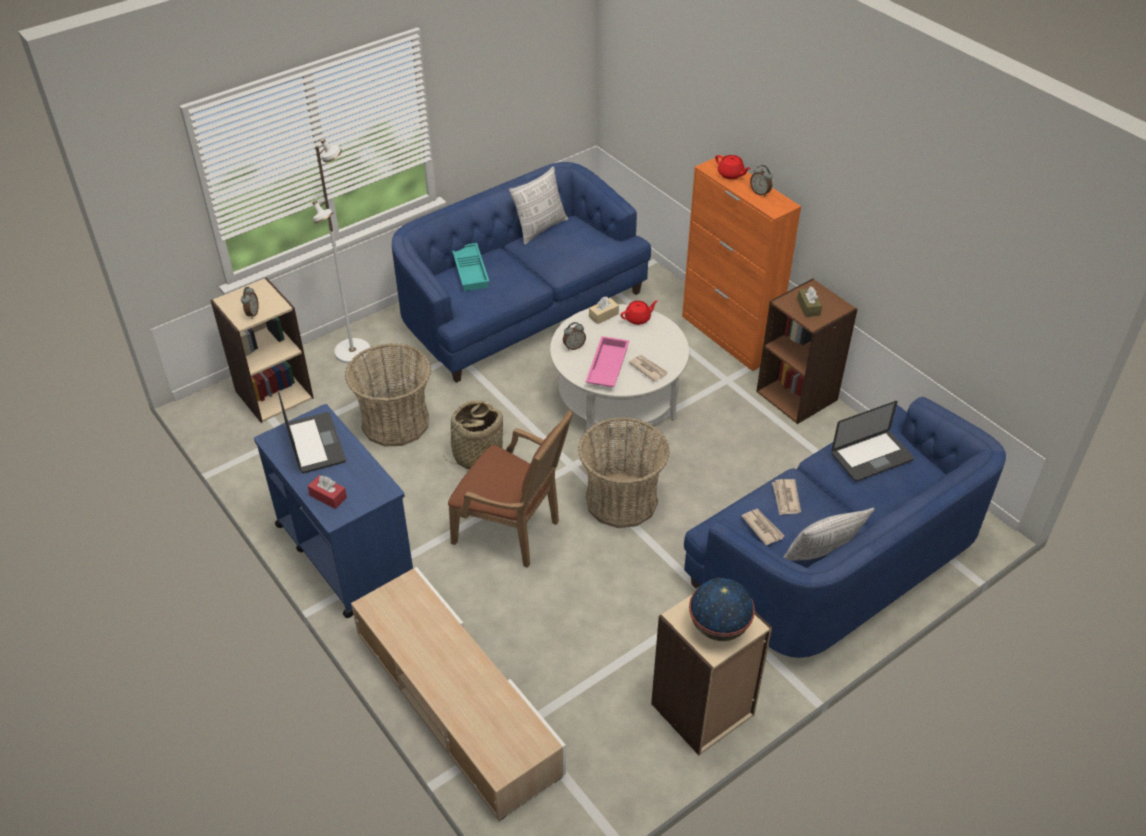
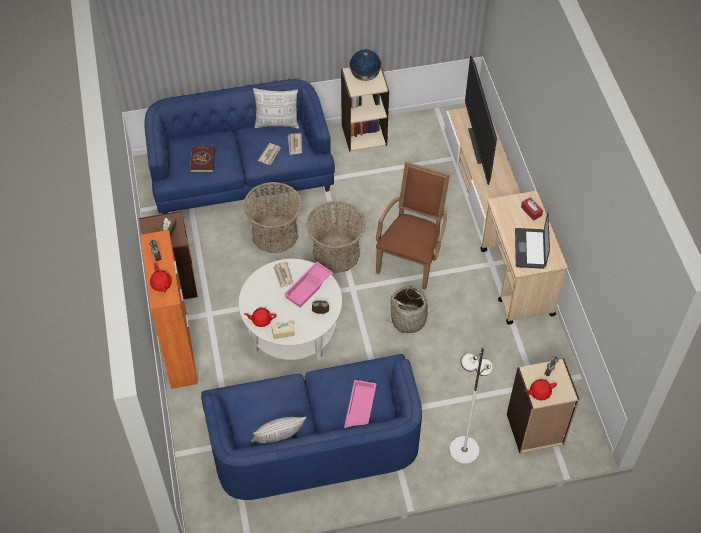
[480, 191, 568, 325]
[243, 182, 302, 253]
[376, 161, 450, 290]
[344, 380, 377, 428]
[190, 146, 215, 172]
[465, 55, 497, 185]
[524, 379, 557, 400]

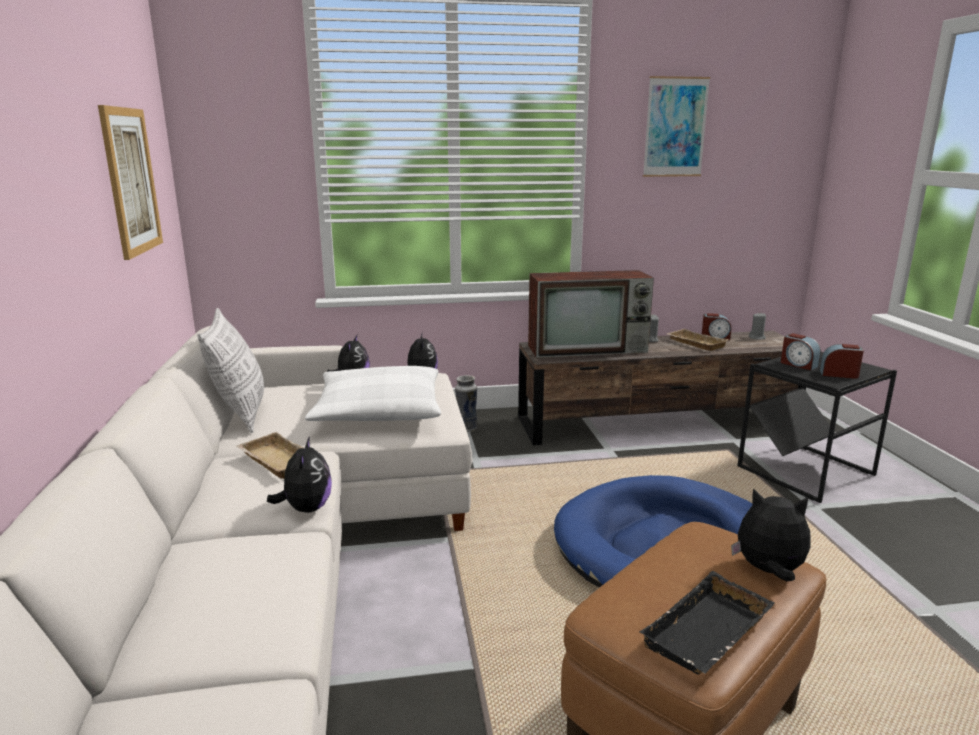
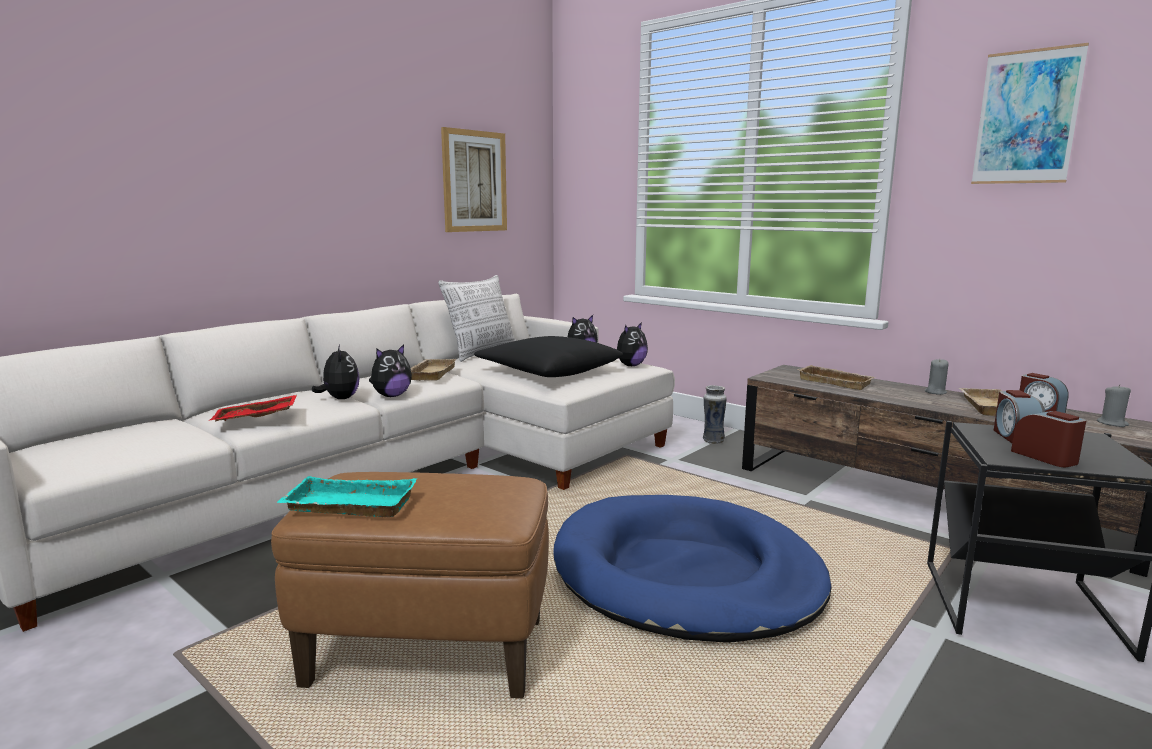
[474, 336, 623, 377]
[797, 365, 876, 390]
[277, 476, 417, 517]
[312, 345, 360, 399]
[210, 395, 297, 421]

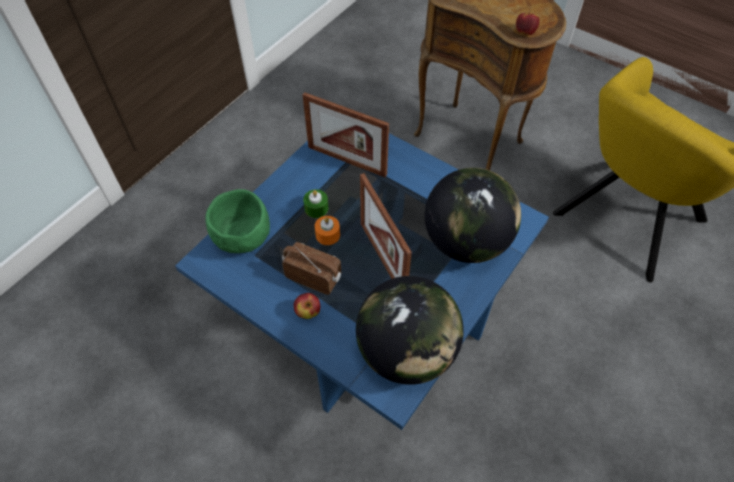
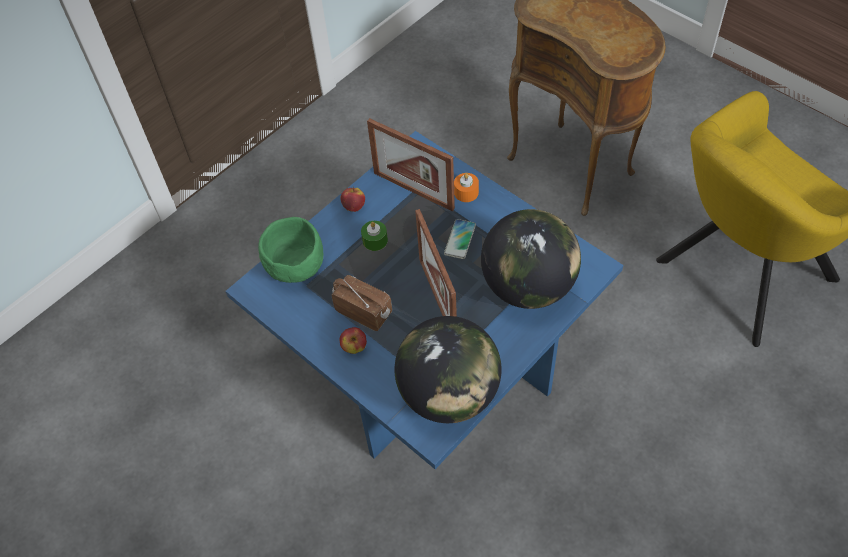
[454, 173, 479, 202]
[341, 187, 365, 212]
[444, 219, 476, 259]

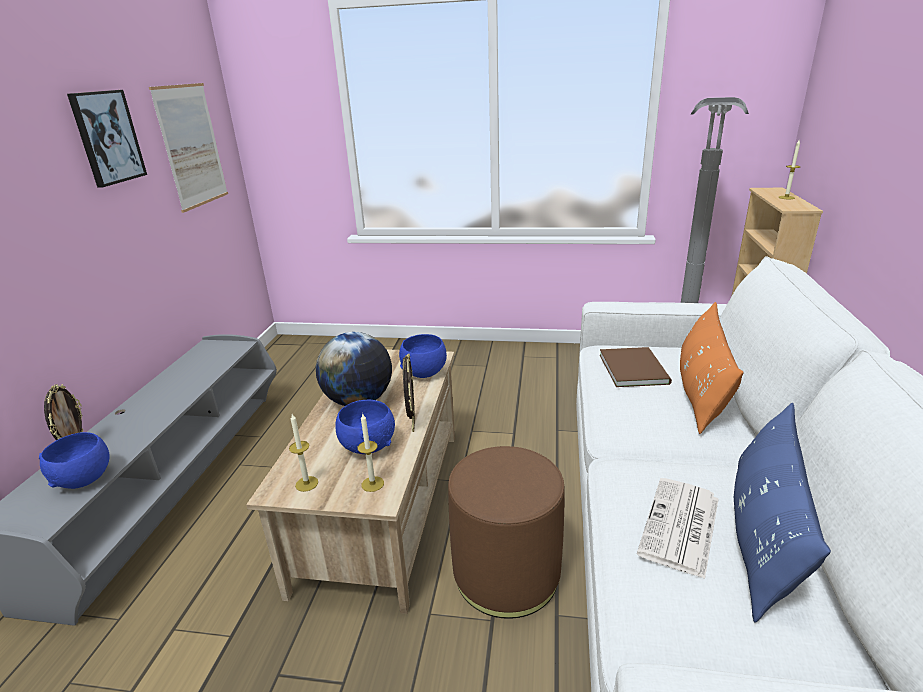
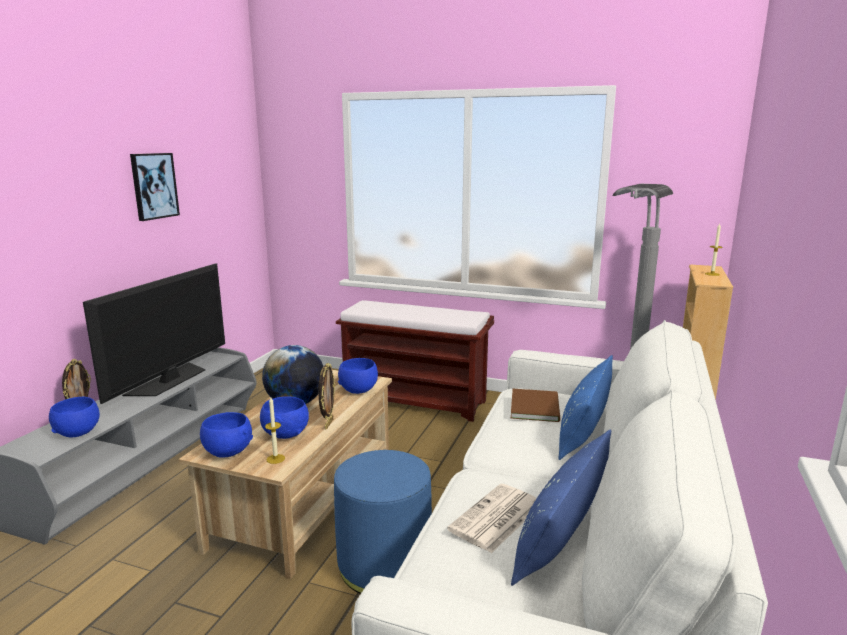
[149, 83, 228, 213] (first image)
[200, 412, 253, 458]
[334, 450, 432, 594]
[558, 355, 613, 460]
[83, 263, 225, 404]
[336, 300, 494, 422]

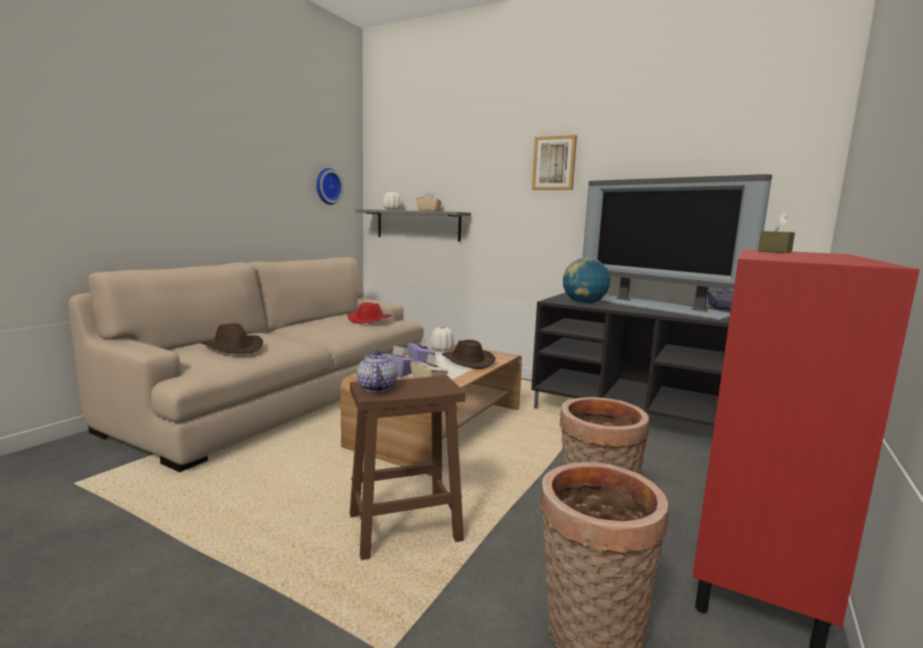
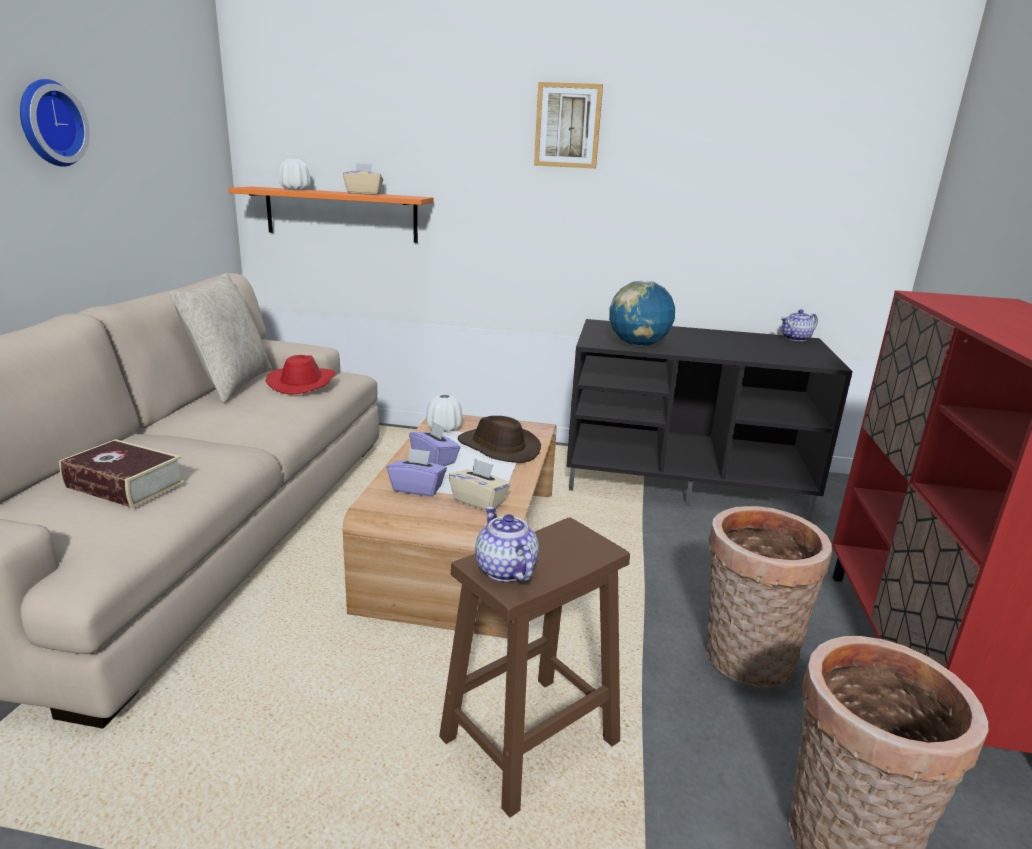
[59, 439, 185, 508]
[20, 79, 90, 167]
[228, 187, 434, 243]
[582, 174, 772, 320] (first image)
[758, 212, 795, 253] (first image)
[169, 273, 272, 403]

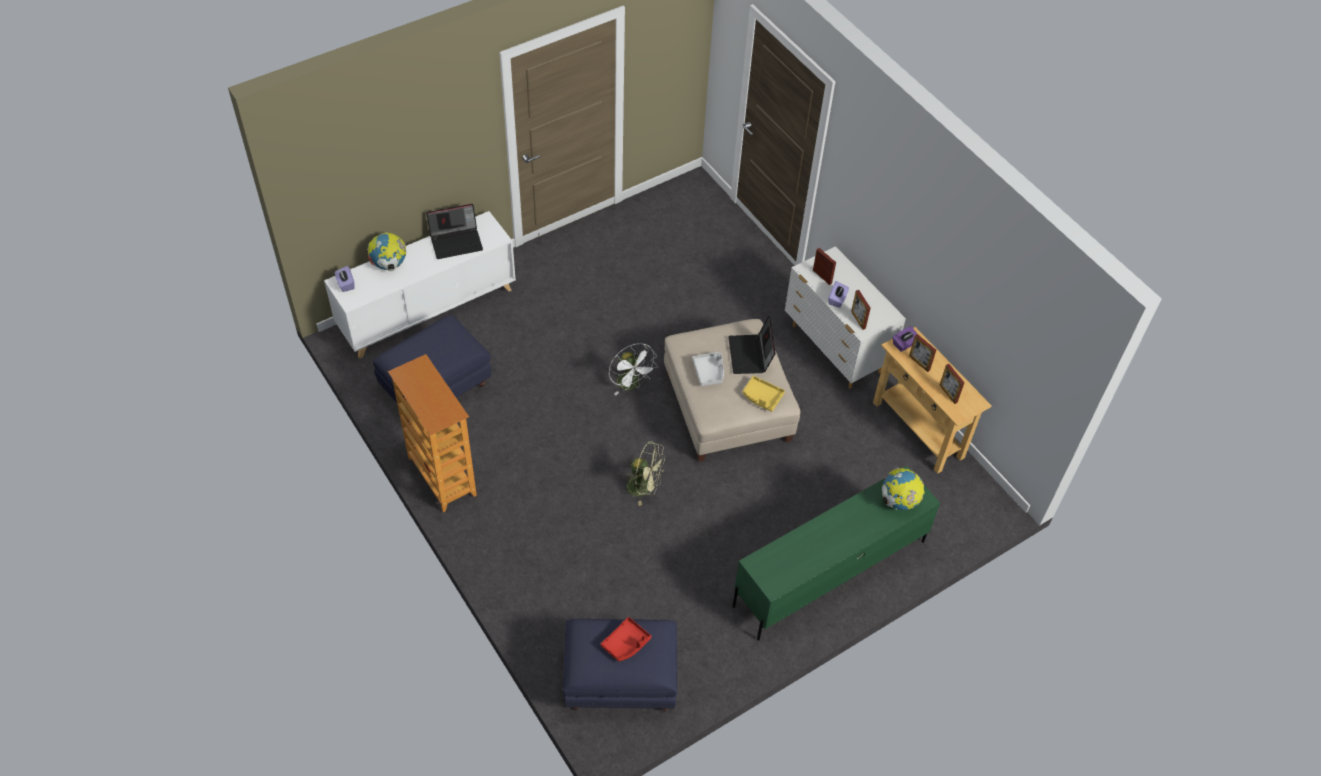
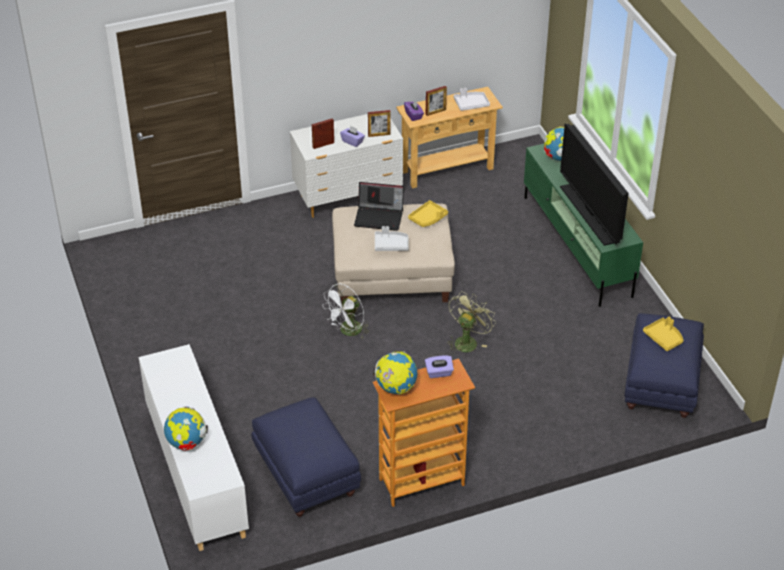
[425, 355, 454, 378]
[426, 204, 483, 259] (first image)
[643, 317, 683, 351]
[322, 283, 369, 338]
[454, 88, 490, 111]
[373, 351, 417, 395]
[560, 124, 629, 246]

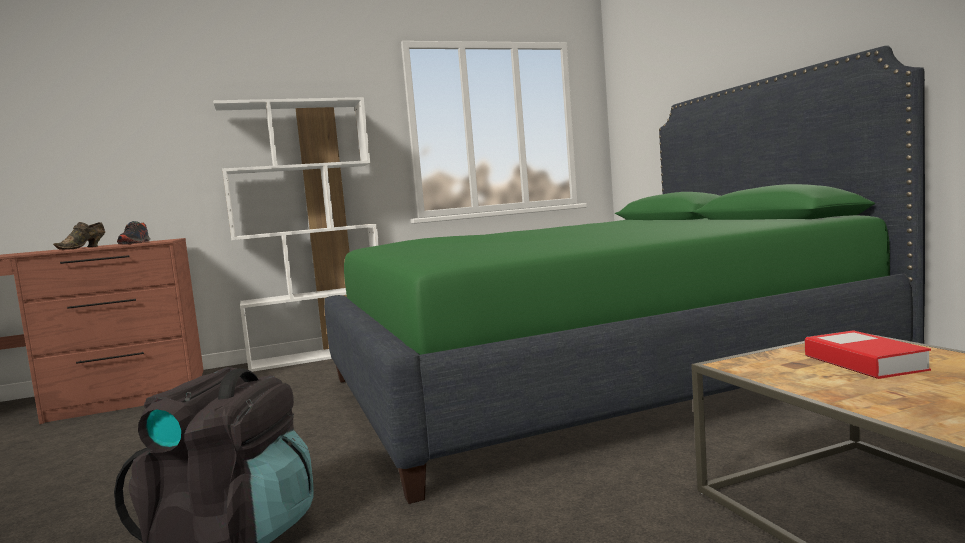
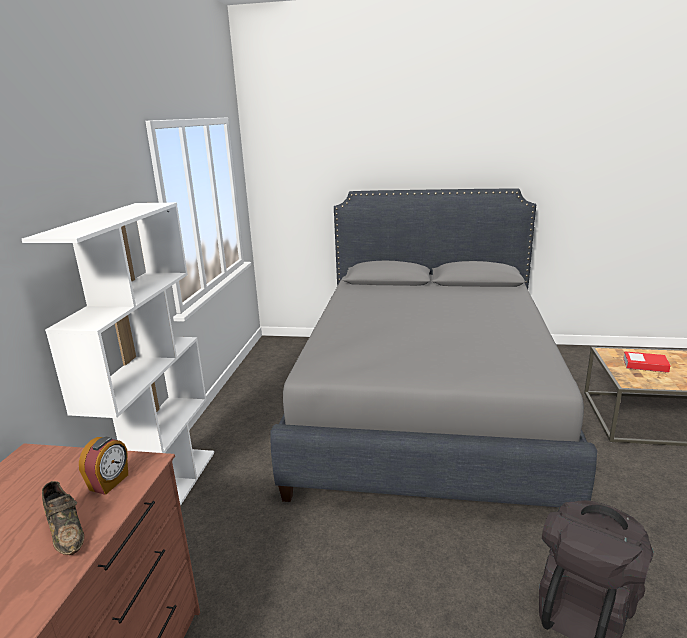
[79, 437, 128, 495]
[270, 189, 597, 507]

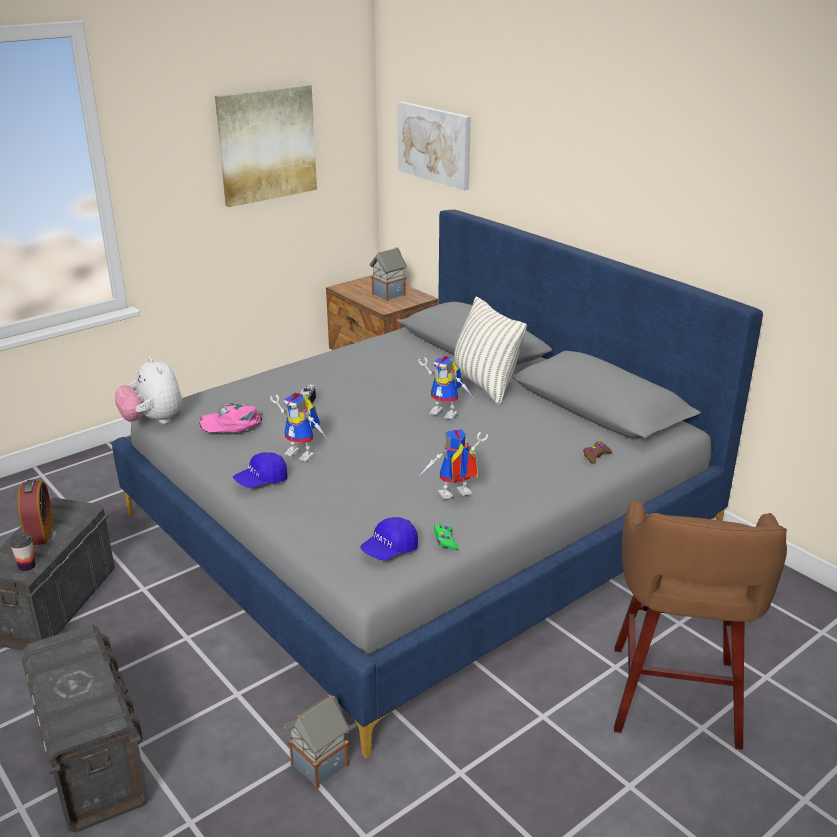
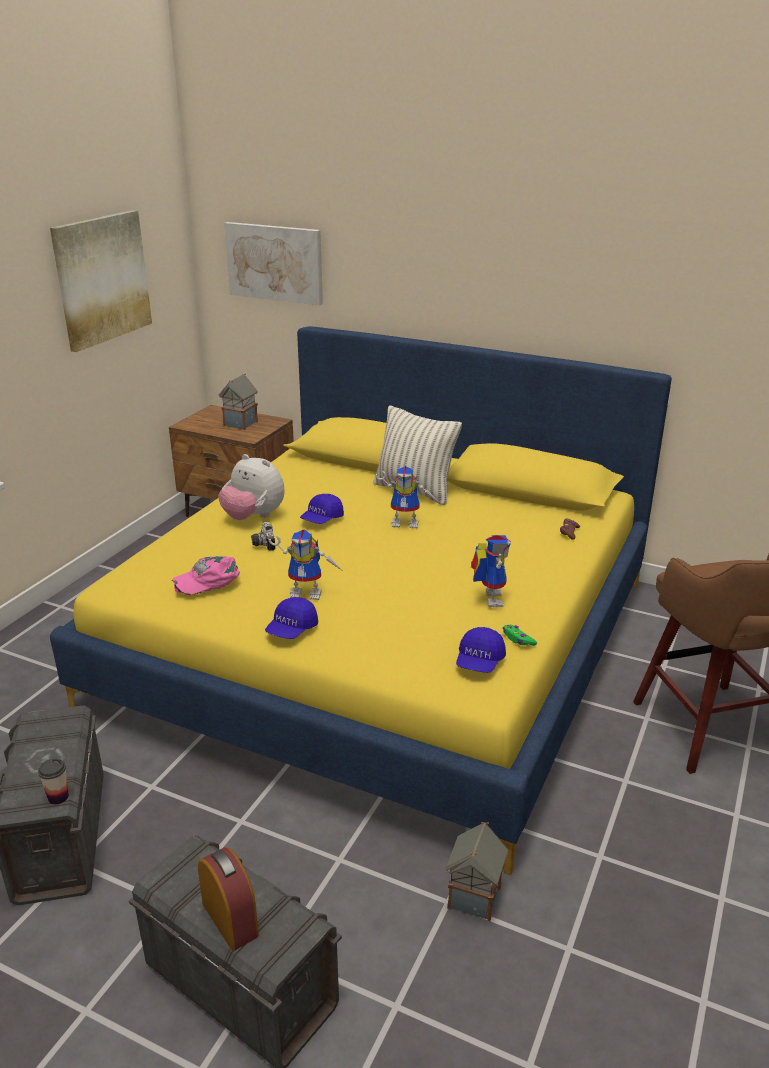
[198, 847, 259, 951]
[50, 326, 672, 875]
[219, 454, 285, 520]
[471, 535, 511, 607]
[300, 494, 344, 524]

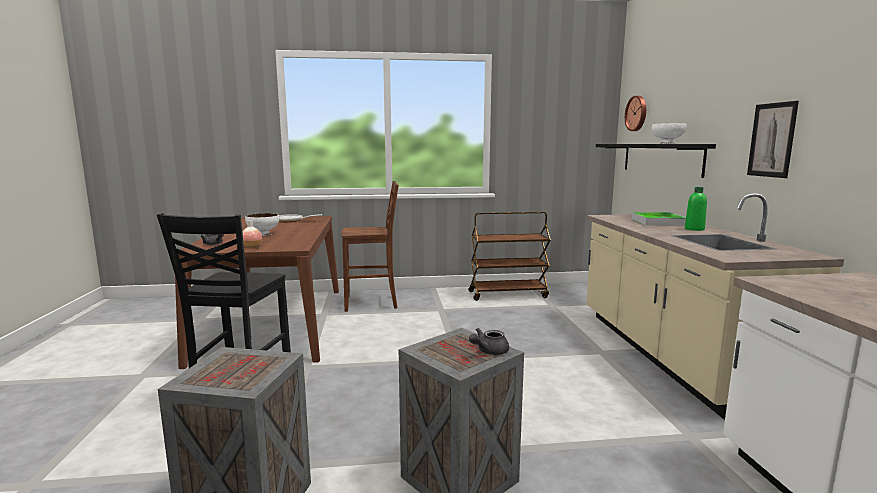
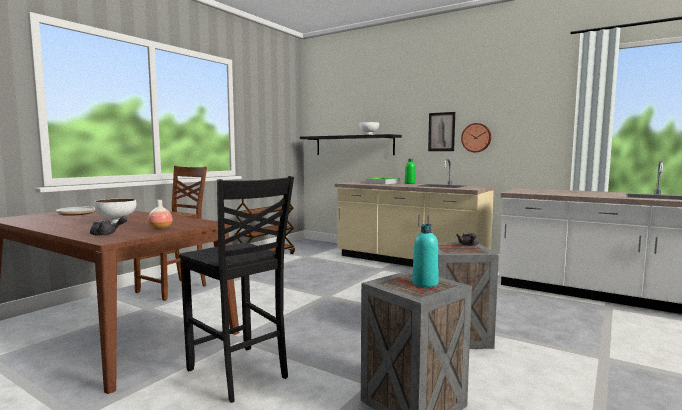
[461, 123, 491, 152]
[412, 224, 438, 287]

